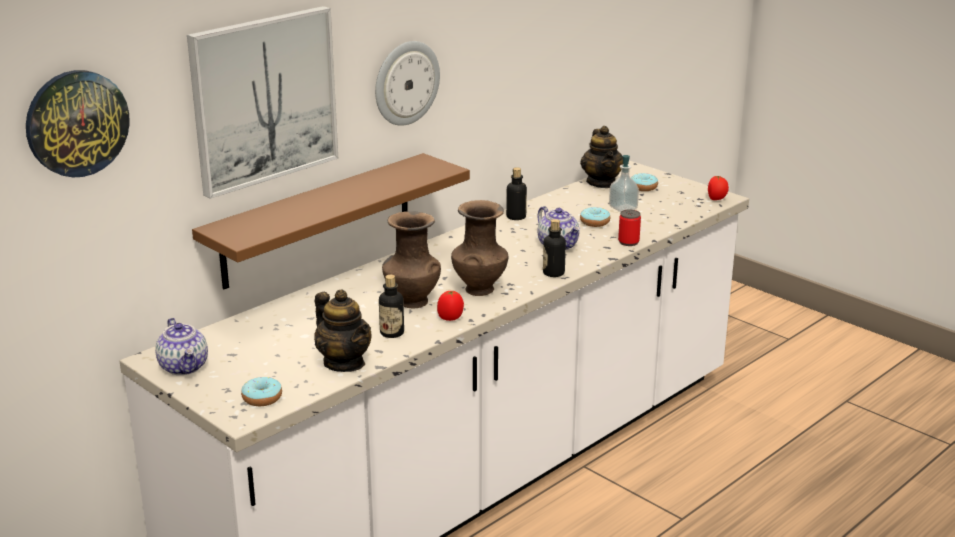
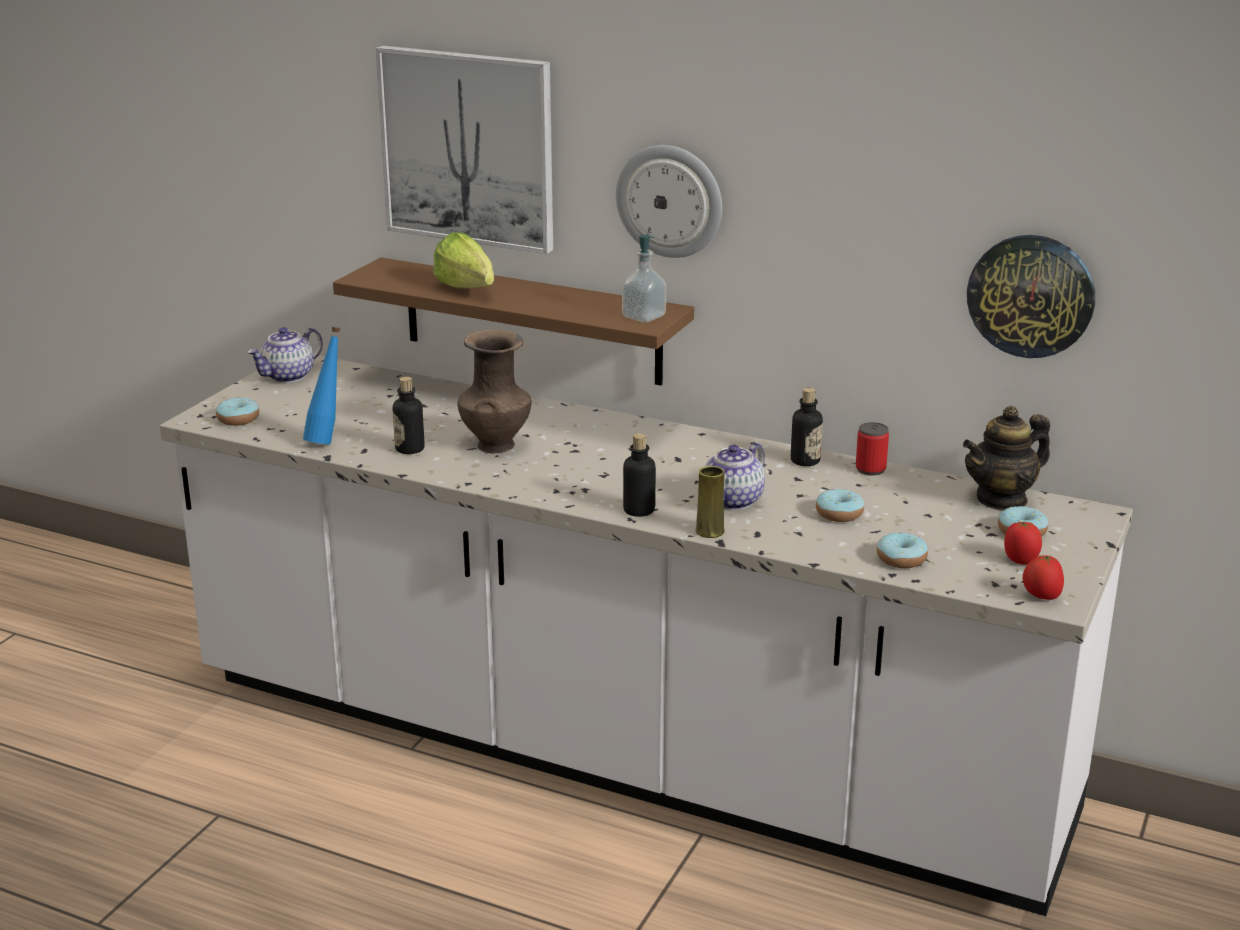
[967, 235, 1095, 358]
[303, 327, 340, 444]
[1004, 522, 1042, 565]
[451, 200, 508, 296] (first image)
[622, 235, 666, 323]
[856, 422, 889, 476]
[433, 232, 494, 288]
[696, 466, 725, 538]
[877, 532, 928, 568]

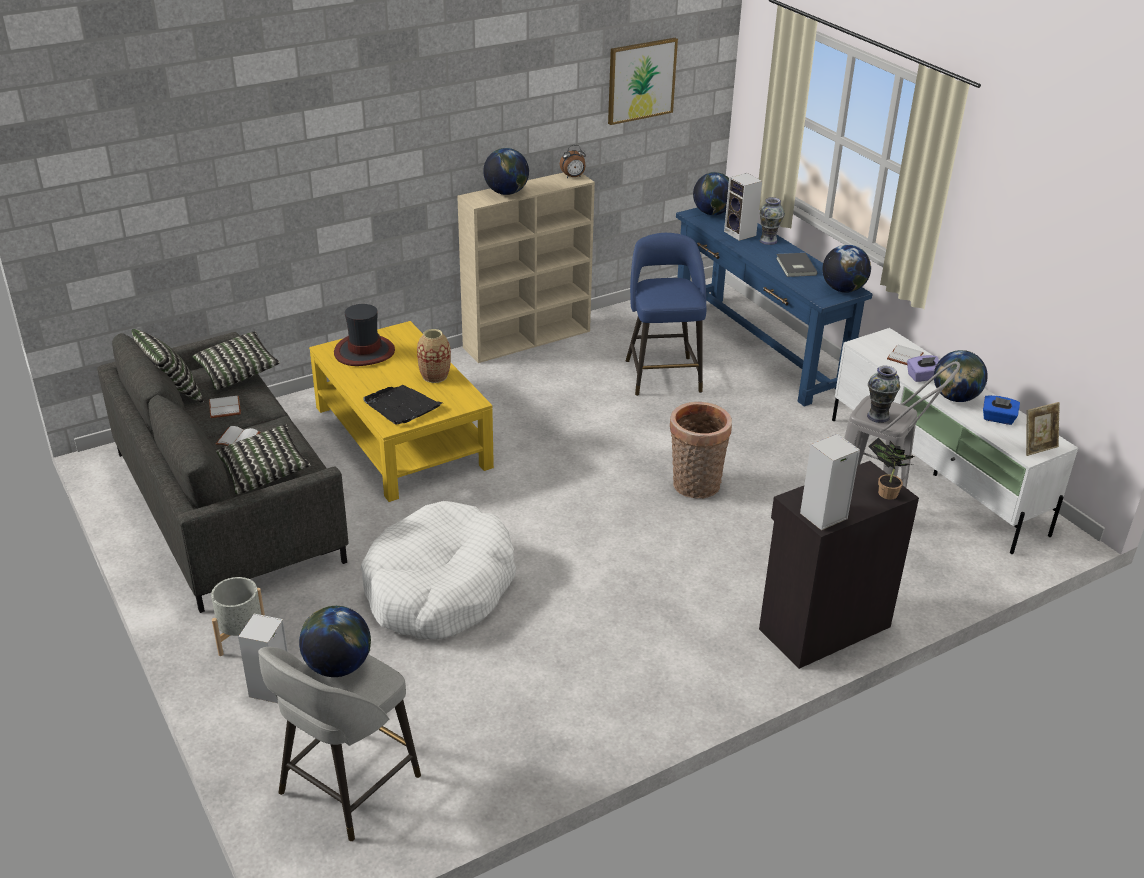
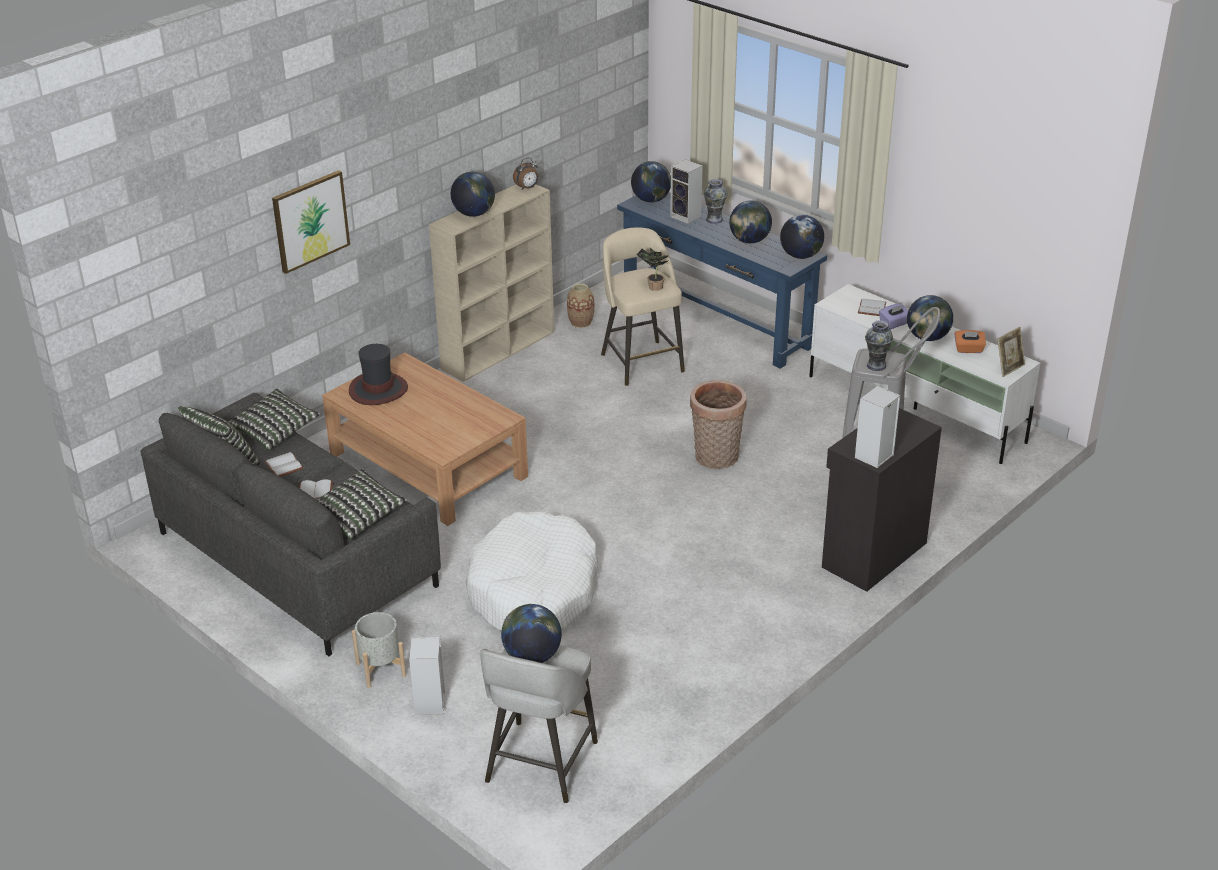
[322, 352, 528, 526]
[363, 385, 442, 425] (first image)
[567, 283, 594, 328]
[272, 170, 350, 274]
[601, 227, 685, 386]
[729, 200, 772, 244]
[637, 248, 668, 291]
[954, 330, 986, 353]

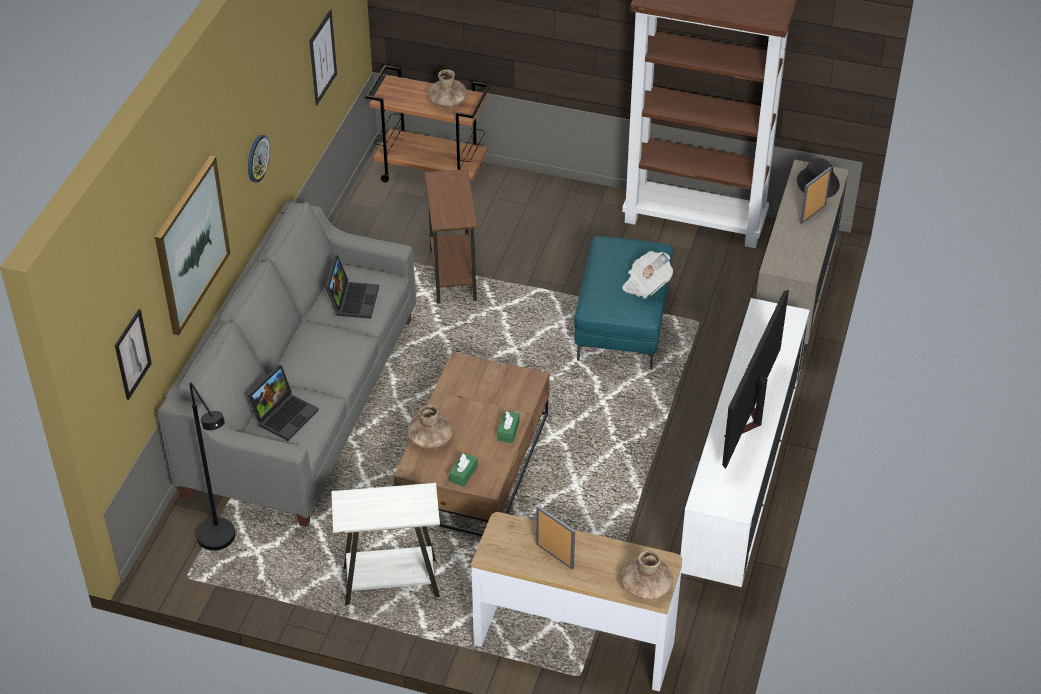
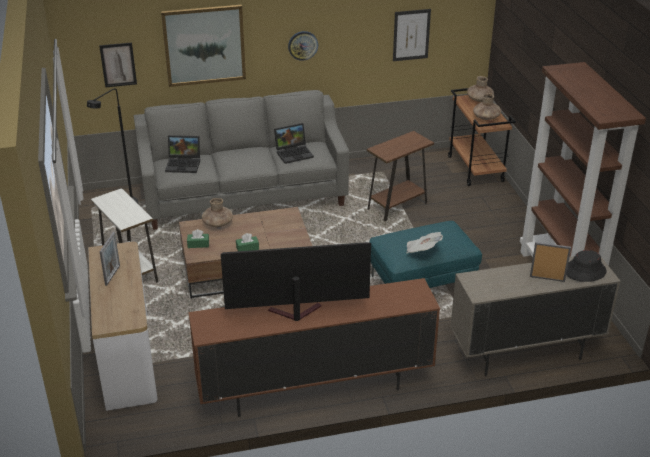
[467, 76, 494, 102]
[188, 278, 440, 417]

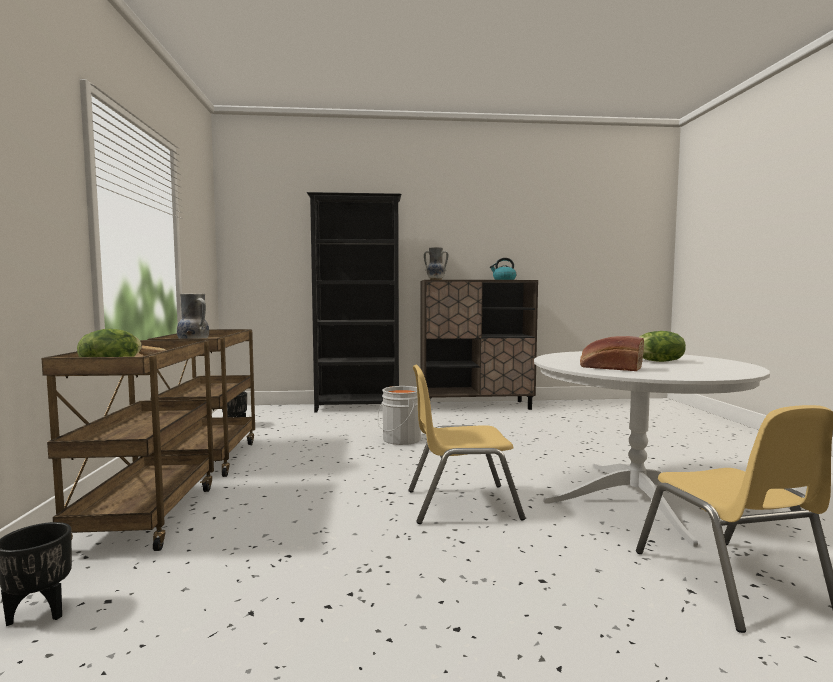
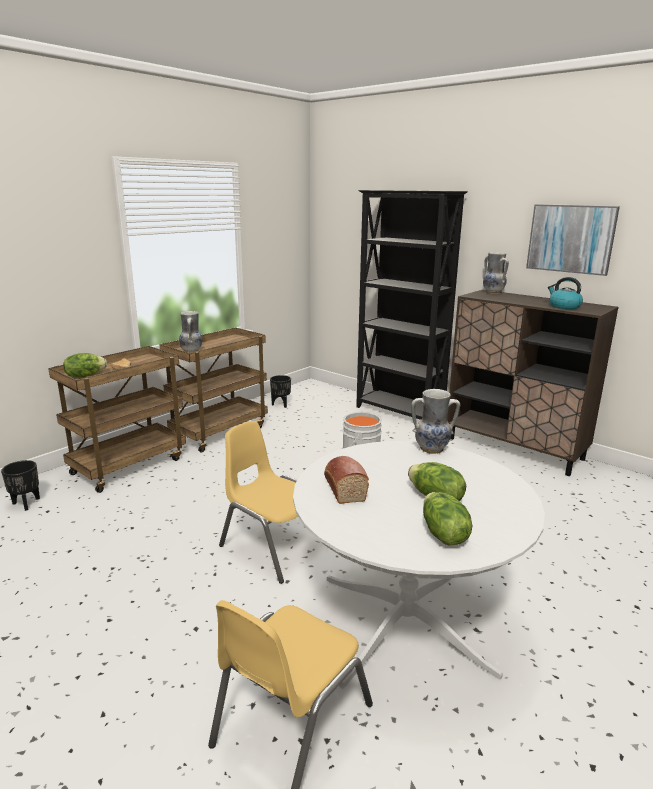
[411, 389, 460, 454]
[423, 492, 472, 545]
[526, 204, 620, 276]

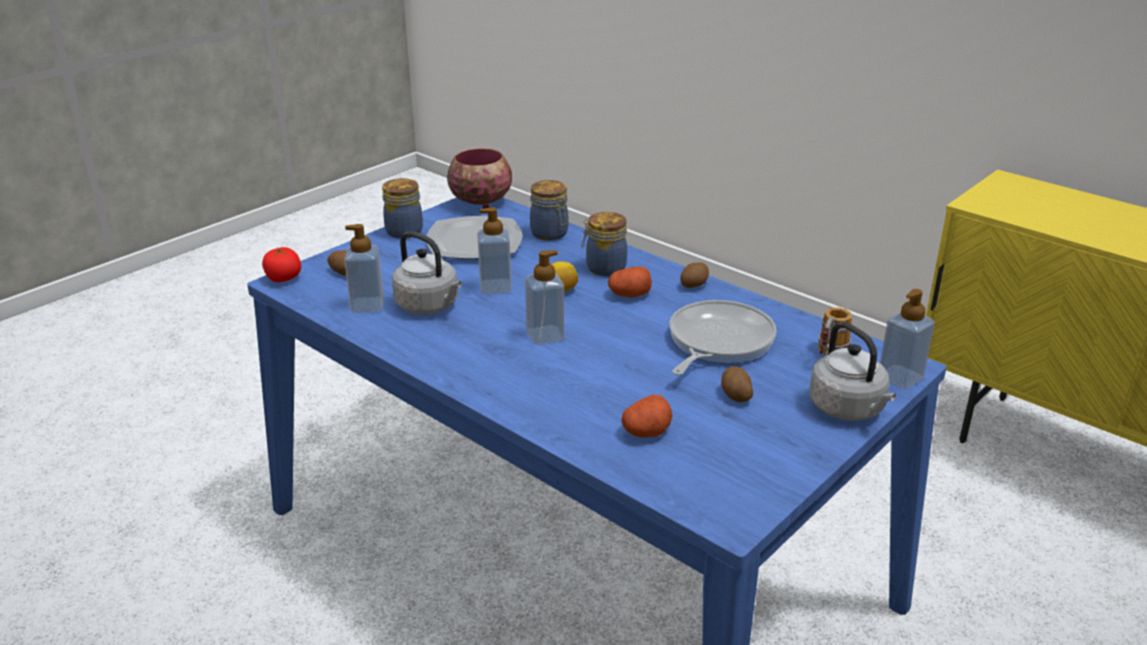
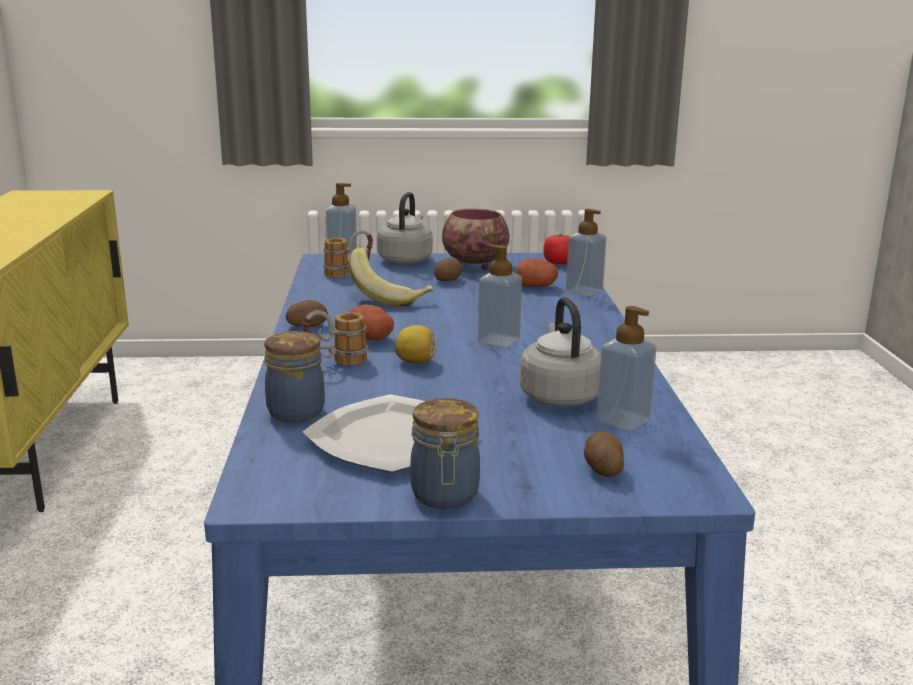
[543, 234, 570, 264]
[442, 208, 510, 270]
[566, 209, 607, 296]
[303, 310, 368, 365]
[349, 247, 434, 307]

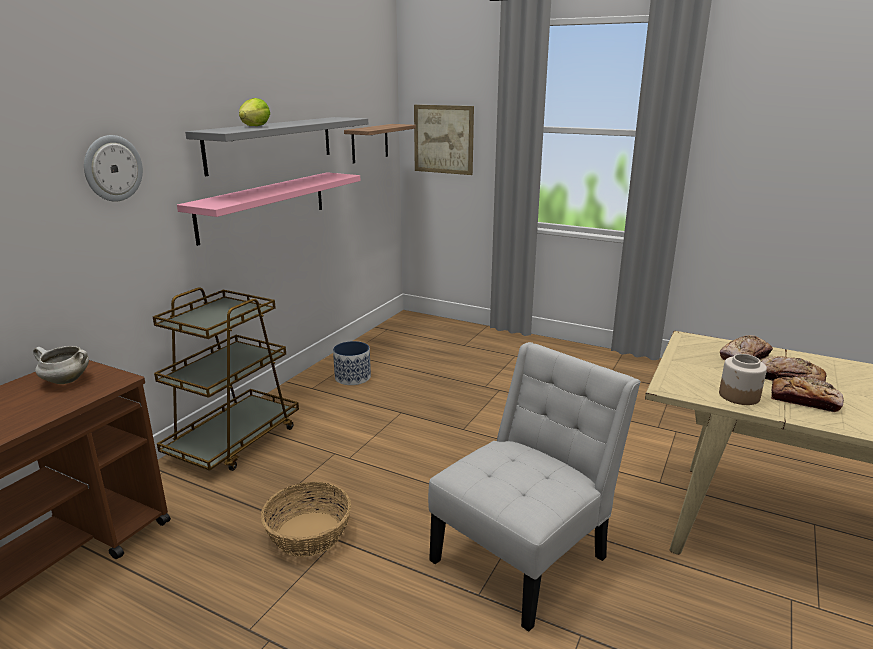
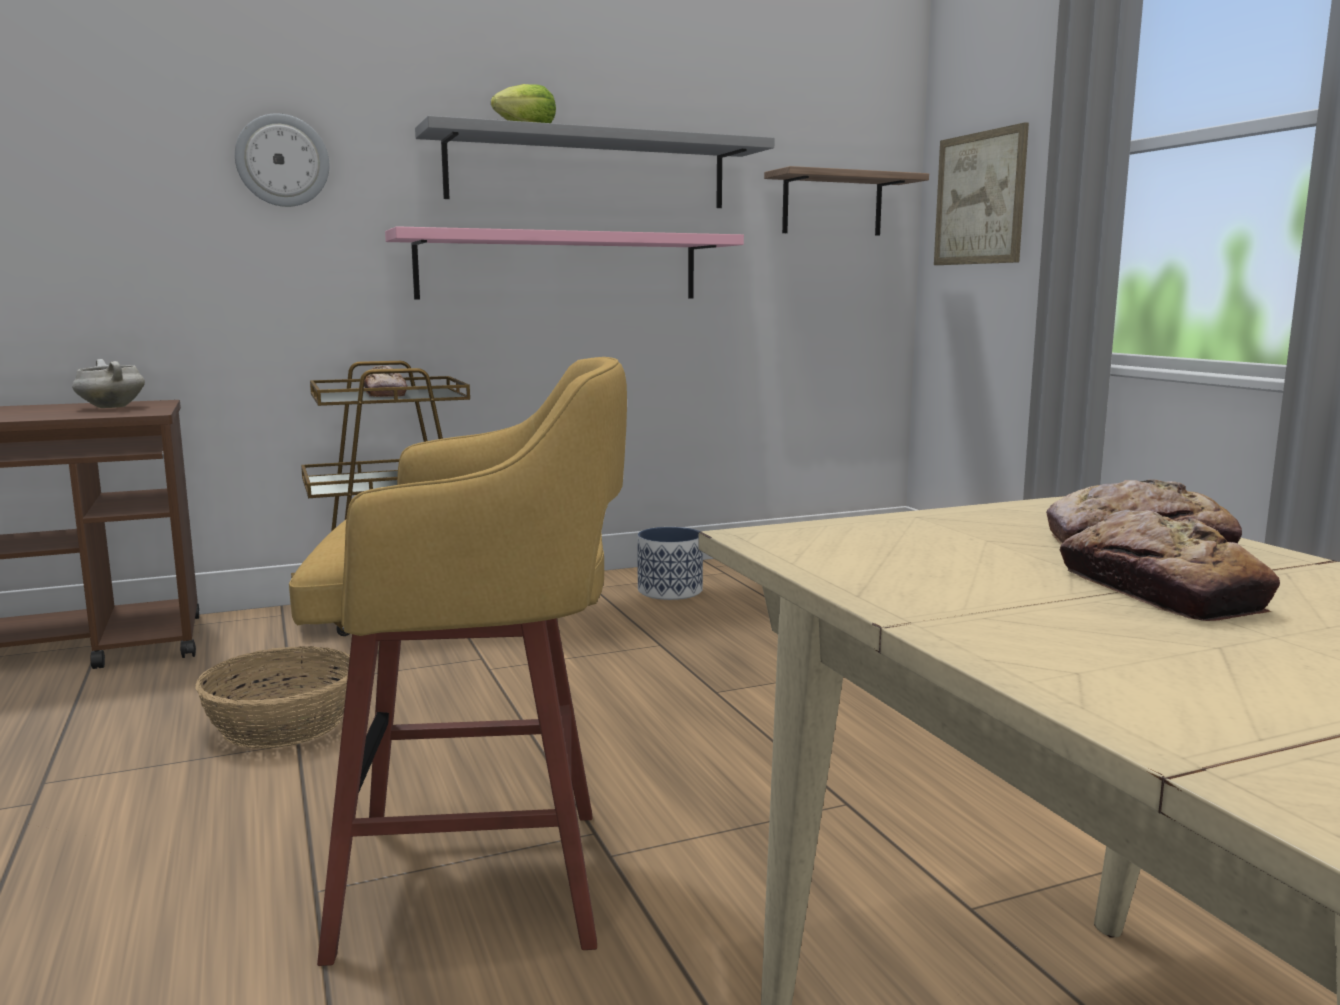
[289, 357, 627, 966]
[719, 354, 767, 405] (first image)
[364, 366, 408, 397]

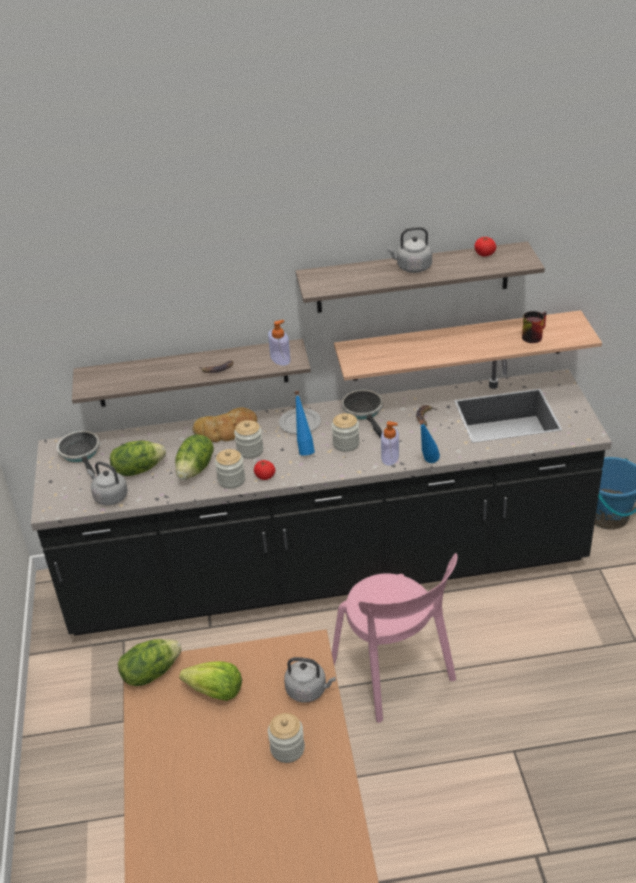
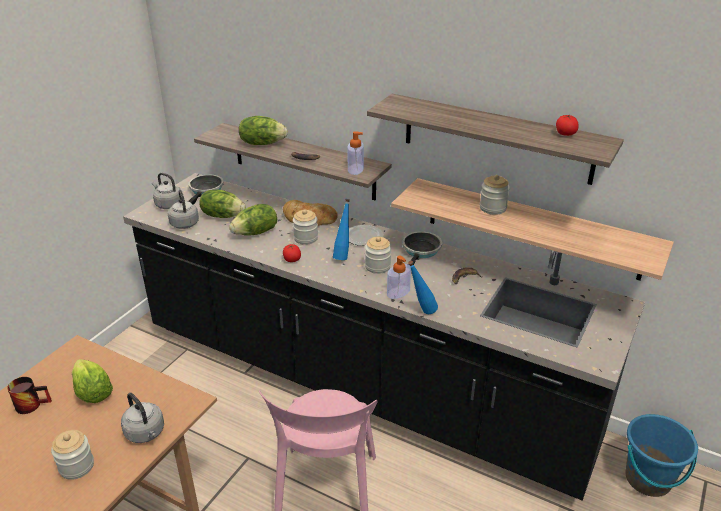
[239, 116, 288, 145]
[480, 175, 510, 215]
[152, 173, 181, 209]
[7, 377, 52, 414]

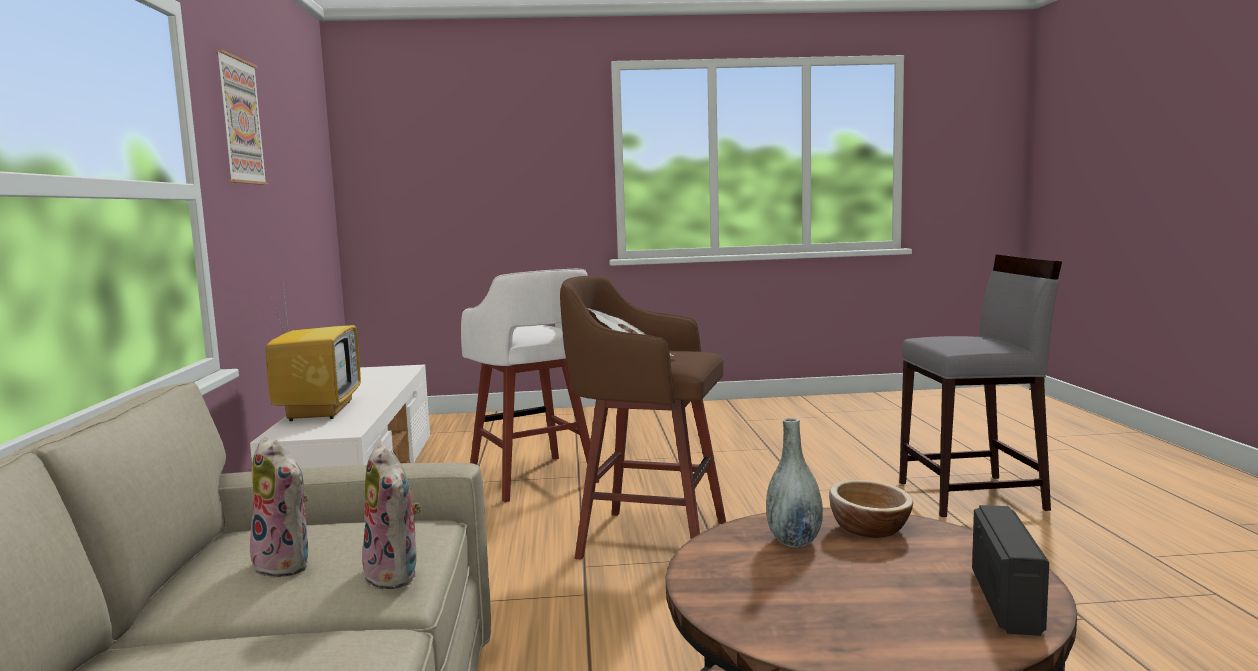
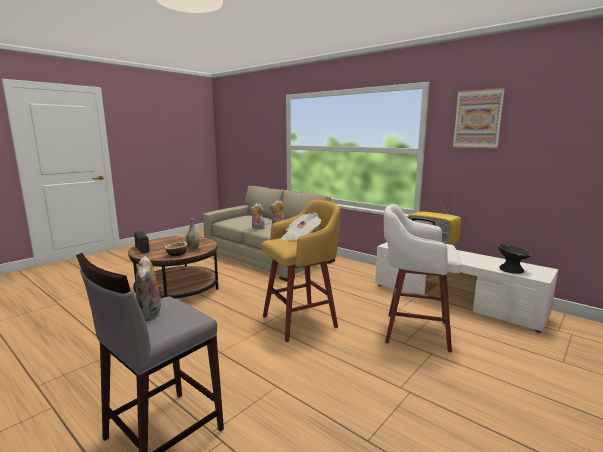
[261, 200, 341, 342]
[136, 256, 163, 321]
[498, 244, 532, 274]

